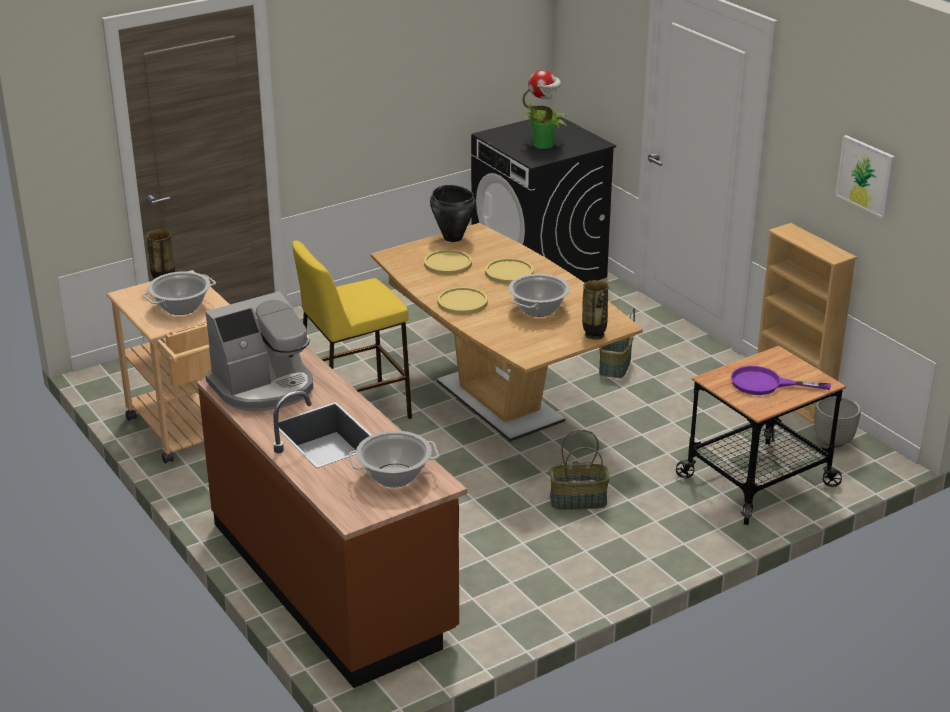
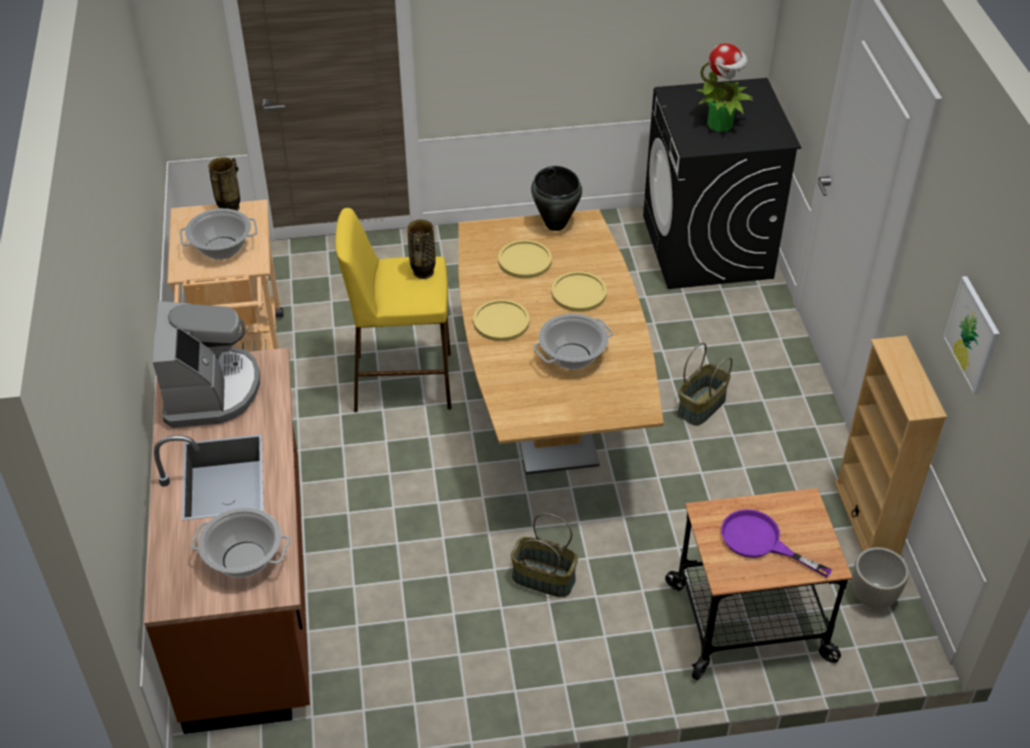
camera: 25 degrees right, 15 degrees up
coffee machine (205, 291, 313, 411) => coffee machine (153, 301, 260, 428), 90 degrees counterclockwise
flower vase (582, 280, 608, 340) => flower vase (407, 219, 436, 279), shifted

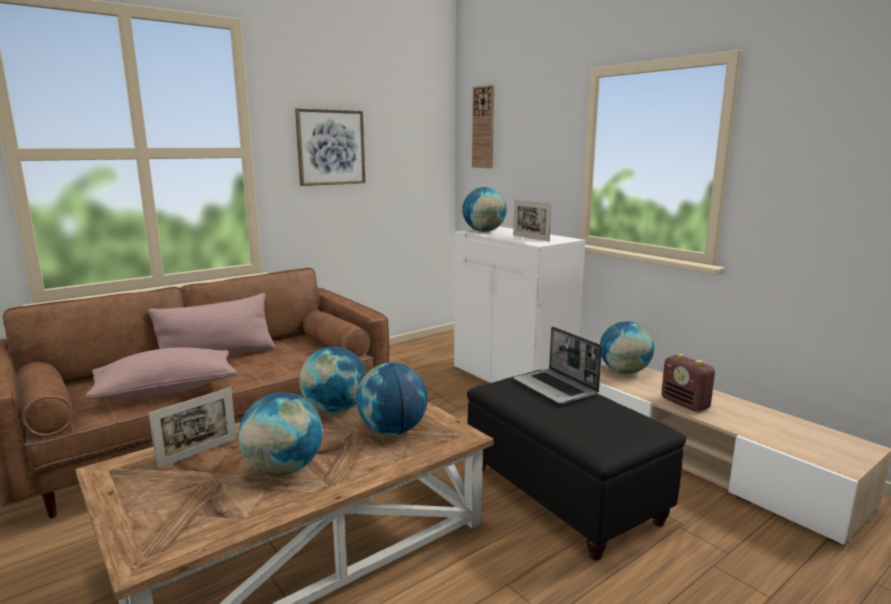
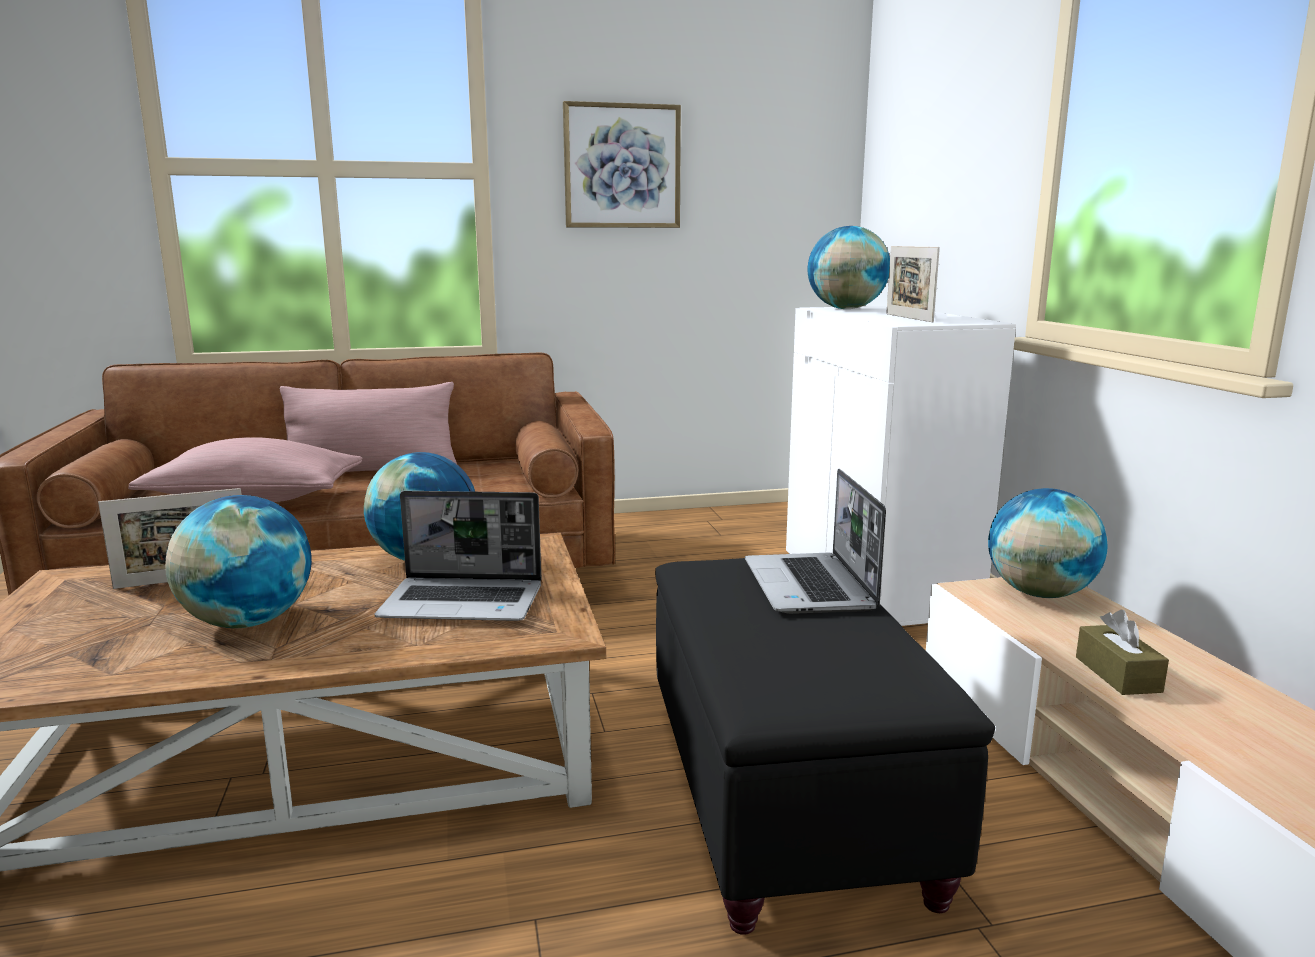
camera: 25 degrees right, 0 degrees up
desk globe (356, 362, 428, 435) => laptop (374, 491, 541, 621)
wall clock (472, 85, 494, 168) => nothing
radio set (661, 353, 715, 412) => brown-coloured box of tissues (1076, 610, 1169, 695)

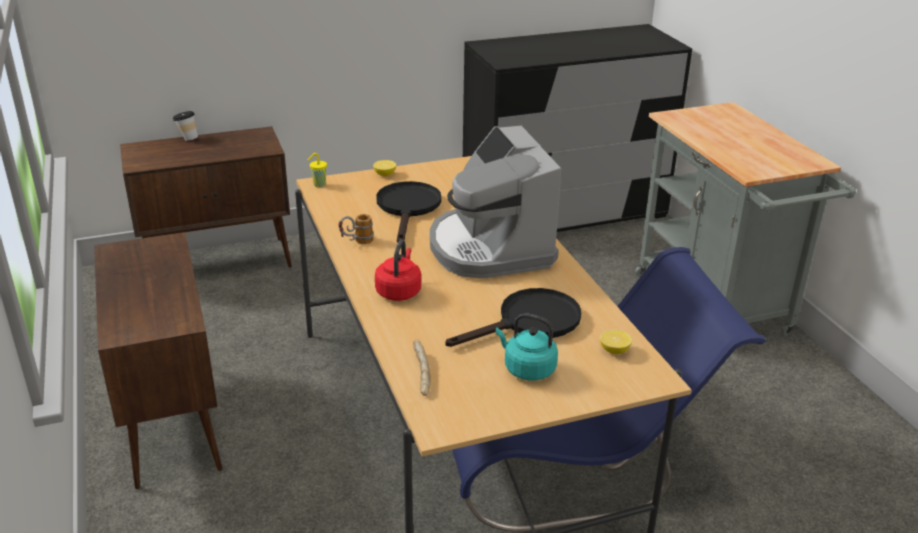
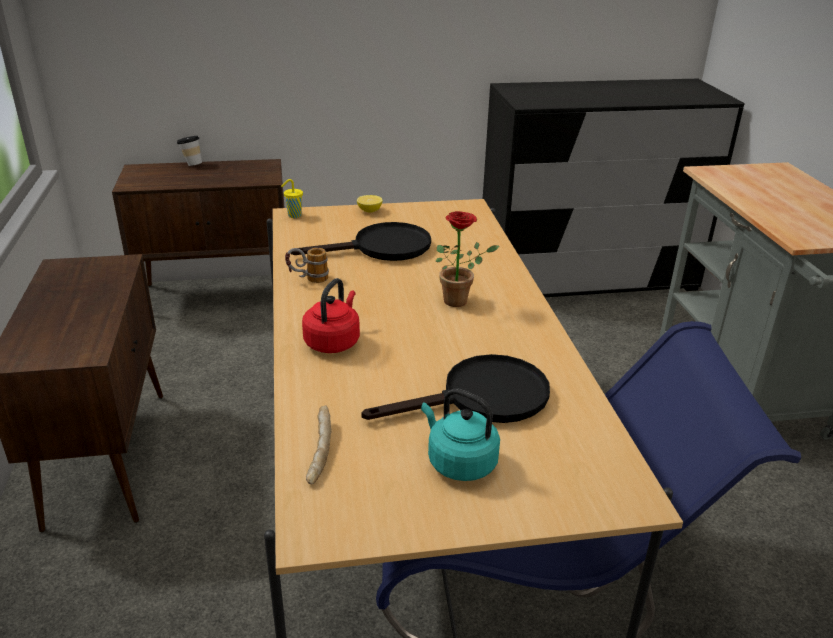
camera: 10 degrees right, 0 degrees up
blackish frying pan (376, 181, 442, 242) => blackish frying pan (291, 222, 431, 261), 60 degrees clockwise
coffee machine (430, 126, 561, 278) => houseplant (435, 211, 500, 307)
citrus fruit (600, 330, 632, 354) => nothing

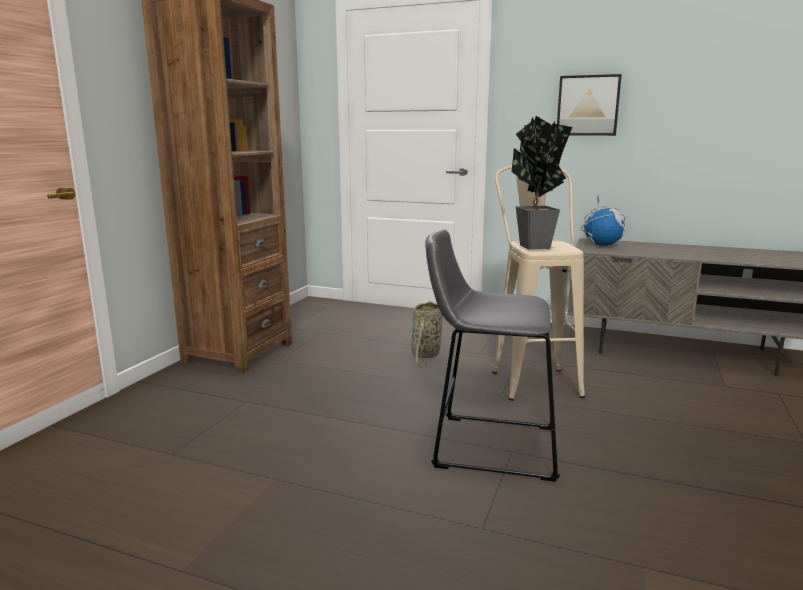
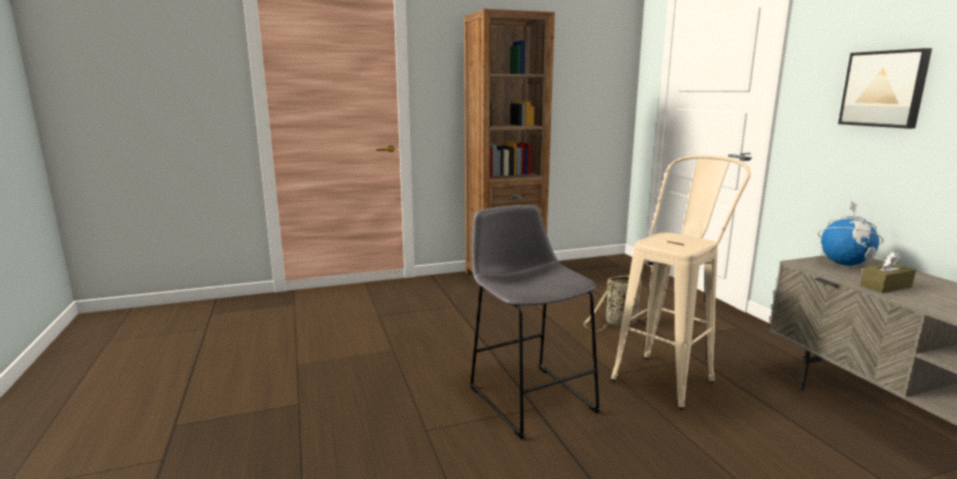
camera: 50 degrees right, 0 degrees up
houseplant (512, 116, 572, 250) => nothing
nothing => brown-coloured box of tissues (860, 251, 916, 293)

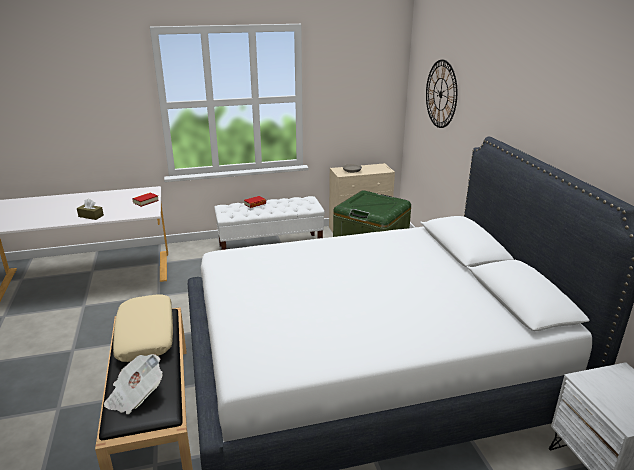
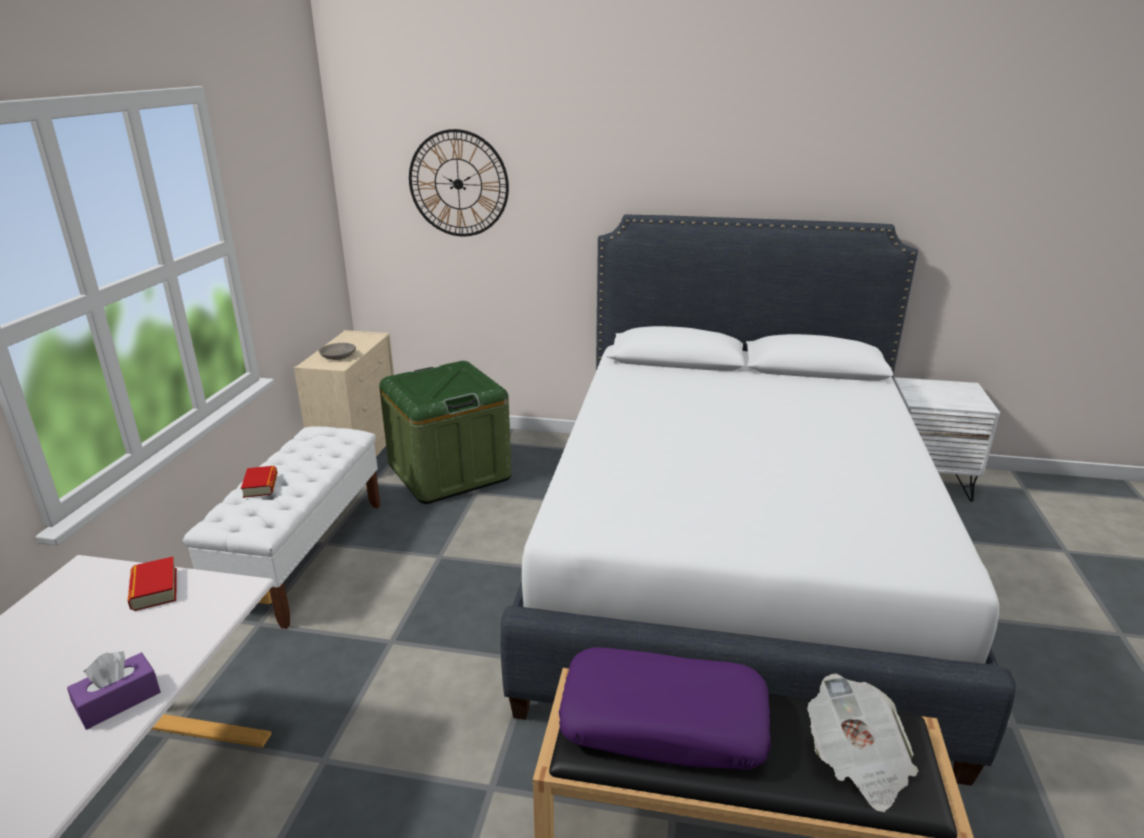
camera: 65 degrees left, 0 degrees up
brown-coloured box of tissues (77, 199, 104, 220) => purple box of tissues (67, 651, 161, 730)
beige-coloured pillow (113, 294, 173, 362) => purple pillow (559, 647, 771, 770)

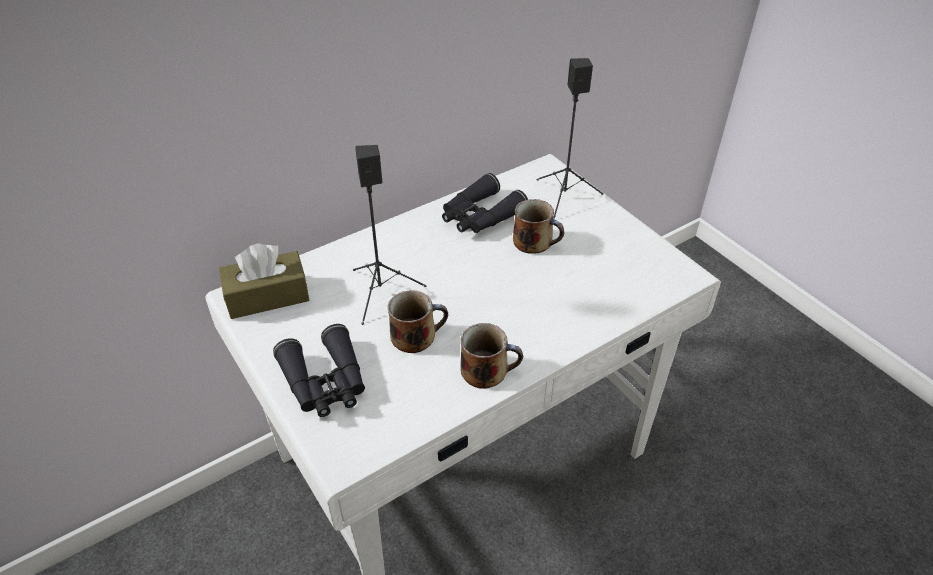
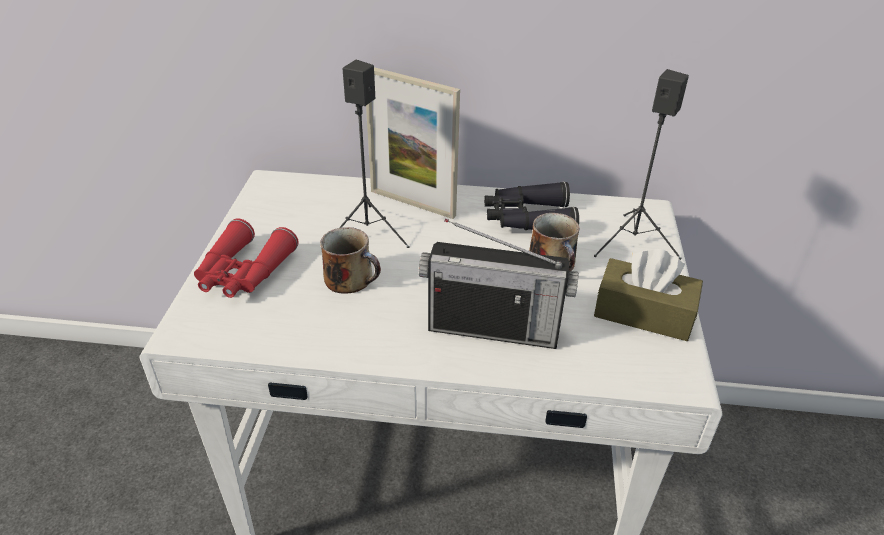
camera: 40 degrees right, 5 degrees down
brown-coloured box of tissues (219, 243, 309, 319) => brown-coloured box of tissues (594, 249, 703, 341), shifted
blackish pair of binoculars (273, 324, 365, 417) => red pair of binoculars (194, 218, 299, 298)
mug (460, 323, 523, 389) => nothing
nothing => standing frame (366, 67, 460, 219)
nothing => radio set (419, 219, 579, 349)

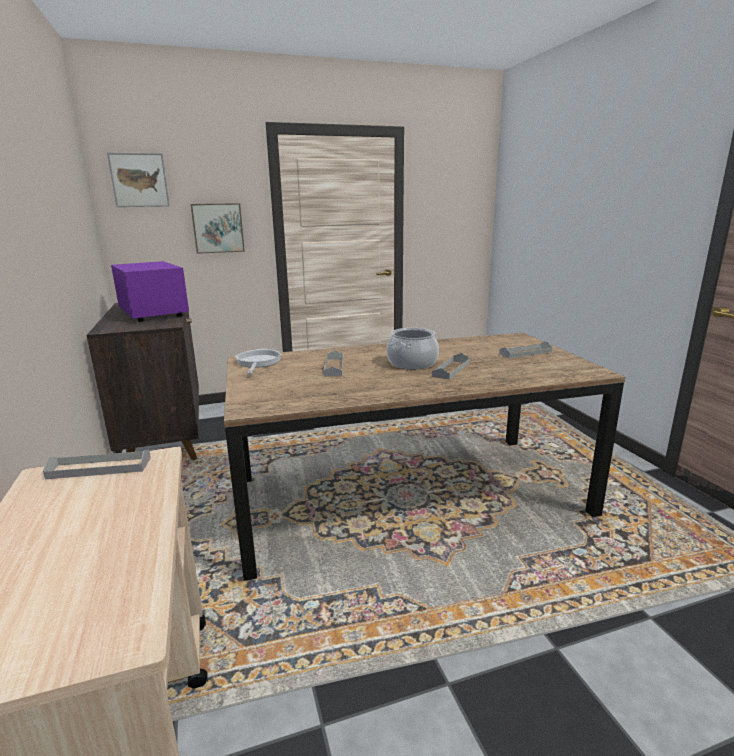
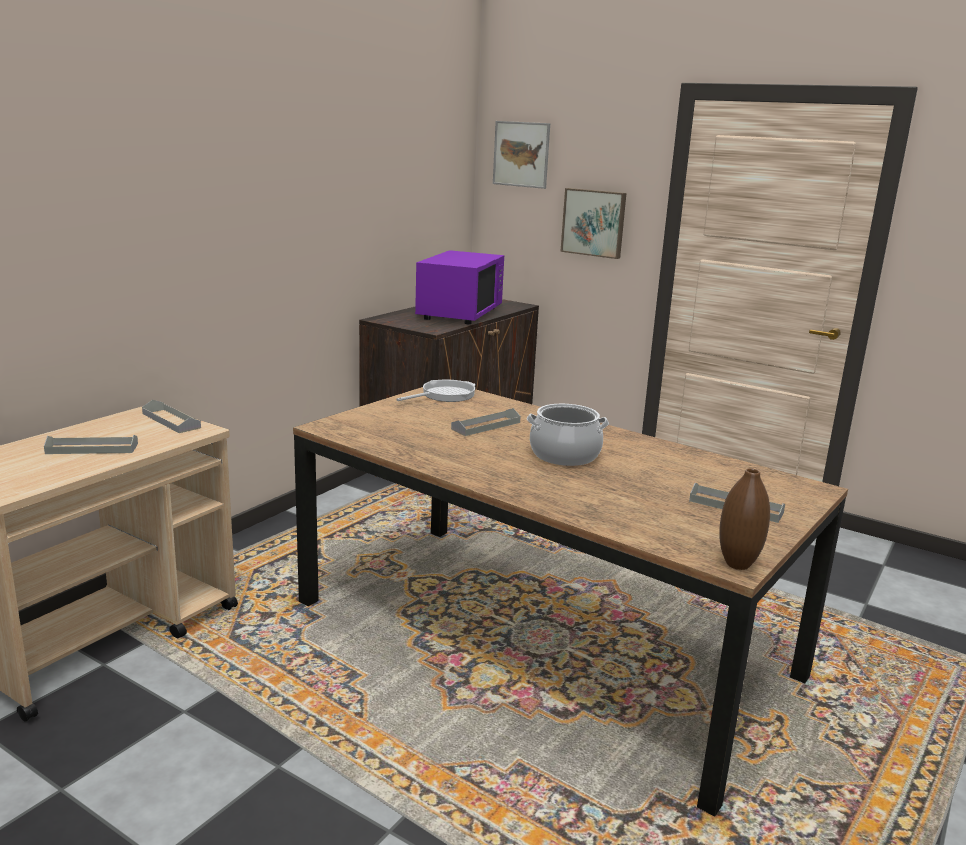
camera: 50 degrees right, 0 degrees up
greyish serving tray (432, 353, 470, 380) => greyish serving tray (44, 435, 138, 454), shifted
nothing => brown-coloured flower vase (719, 469, 770, 570)

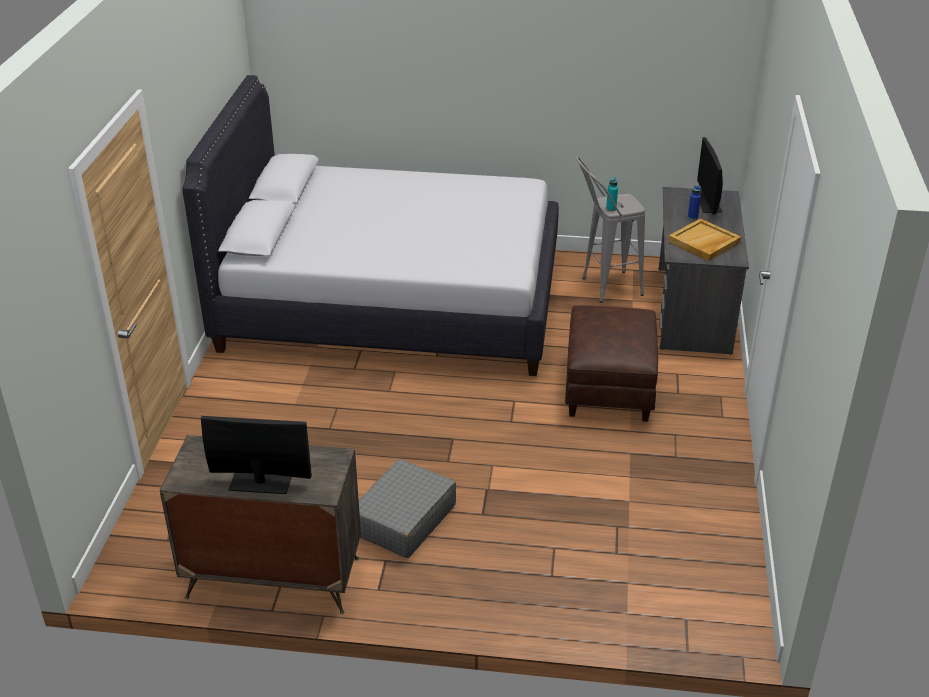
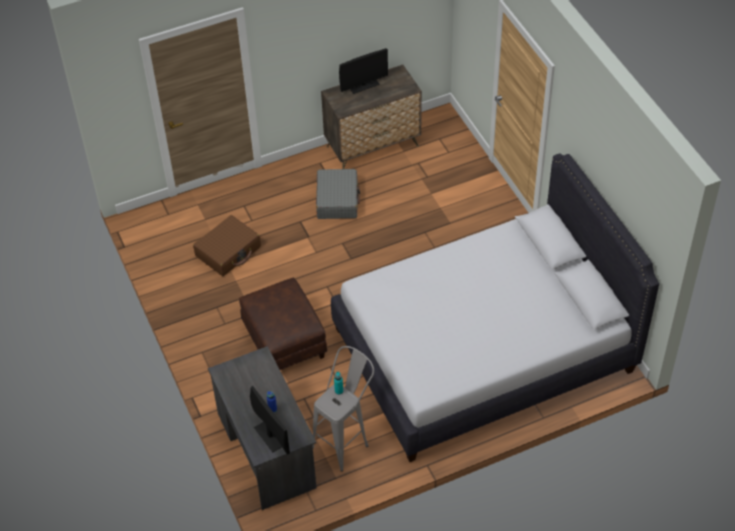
camera: 150 degrees right, 15 degrees up
beige-coloured serving tray (668, 218, 741, 261) => nothing
nothing => brown-coloured travel case (193, 215, 261, 276)

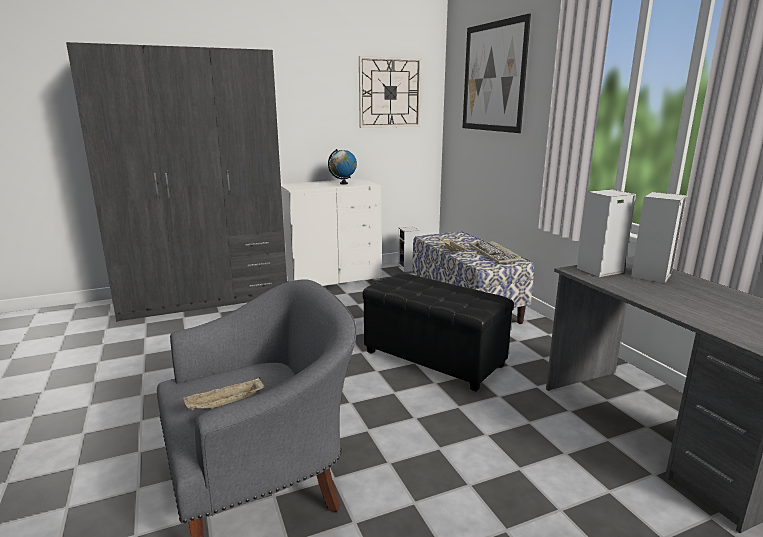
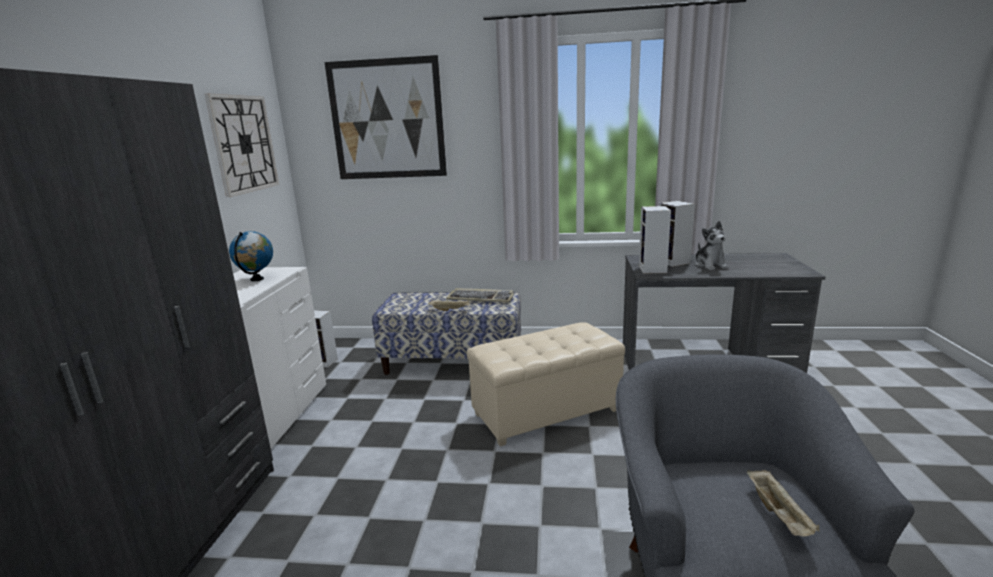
camera: 60 degrees left, 0 degrees up
blackish ottoman (363, 273, 514, 392) => beige-coloured ottoman (467, 322, 625, 446)
nothing => plush toy (695, 221, 728, 270)

